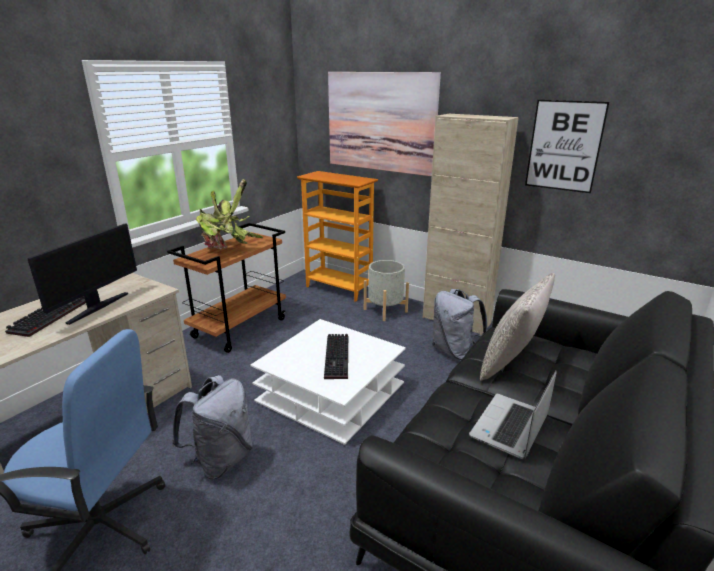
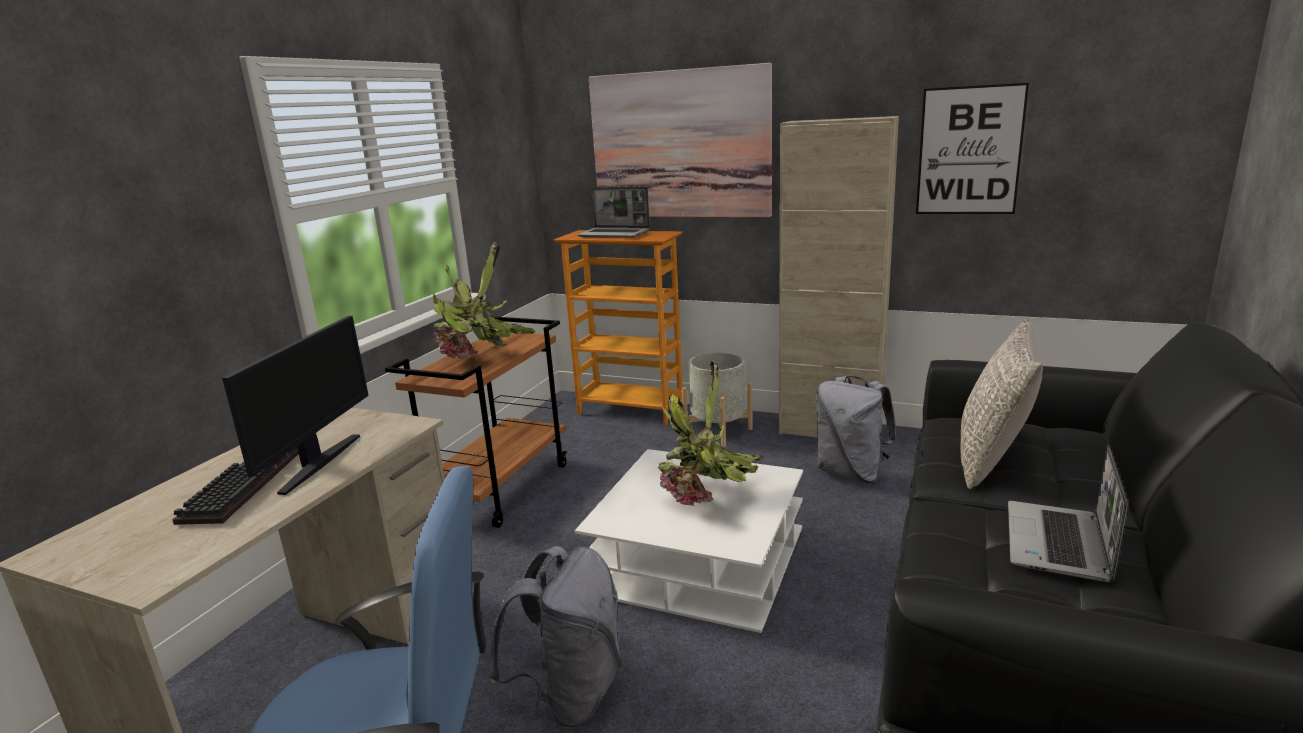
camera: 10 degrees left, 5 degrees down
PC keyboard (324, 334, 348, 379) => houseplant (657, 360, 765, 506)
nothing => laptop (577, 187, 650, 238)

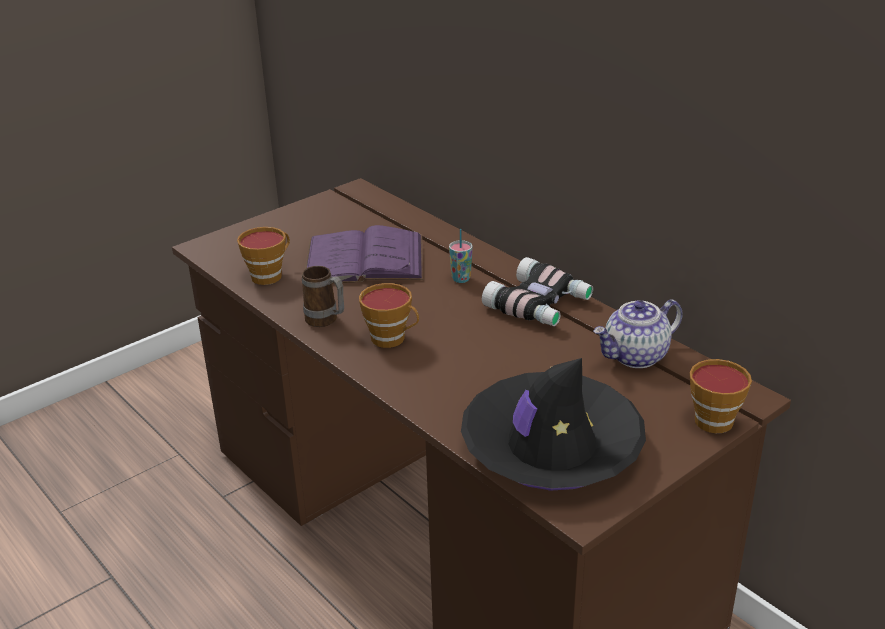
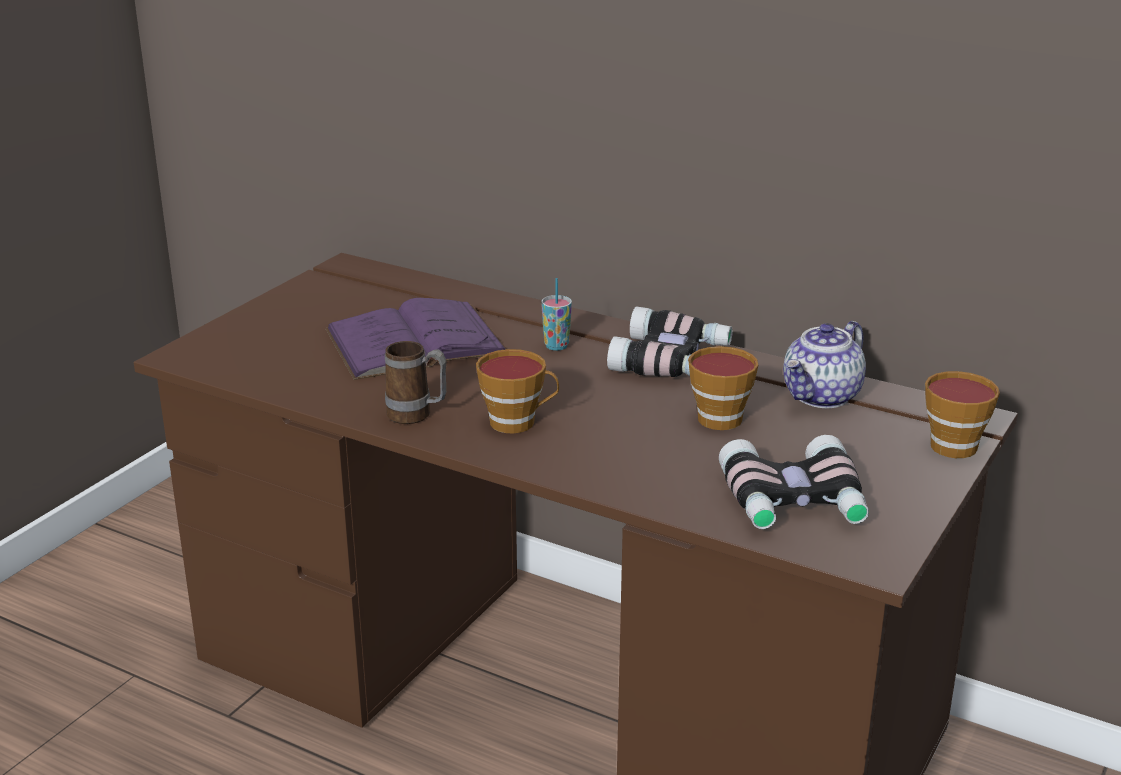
camera: 20 degrees left, 5 degrees down
drinking cup (237, 227, 290, 285) => drinking cup (688, 346, 758, 430), shifted
blackish clothing hat (461, 358, 646, 491) => pair of binoculars (719, 435, 869, 529)

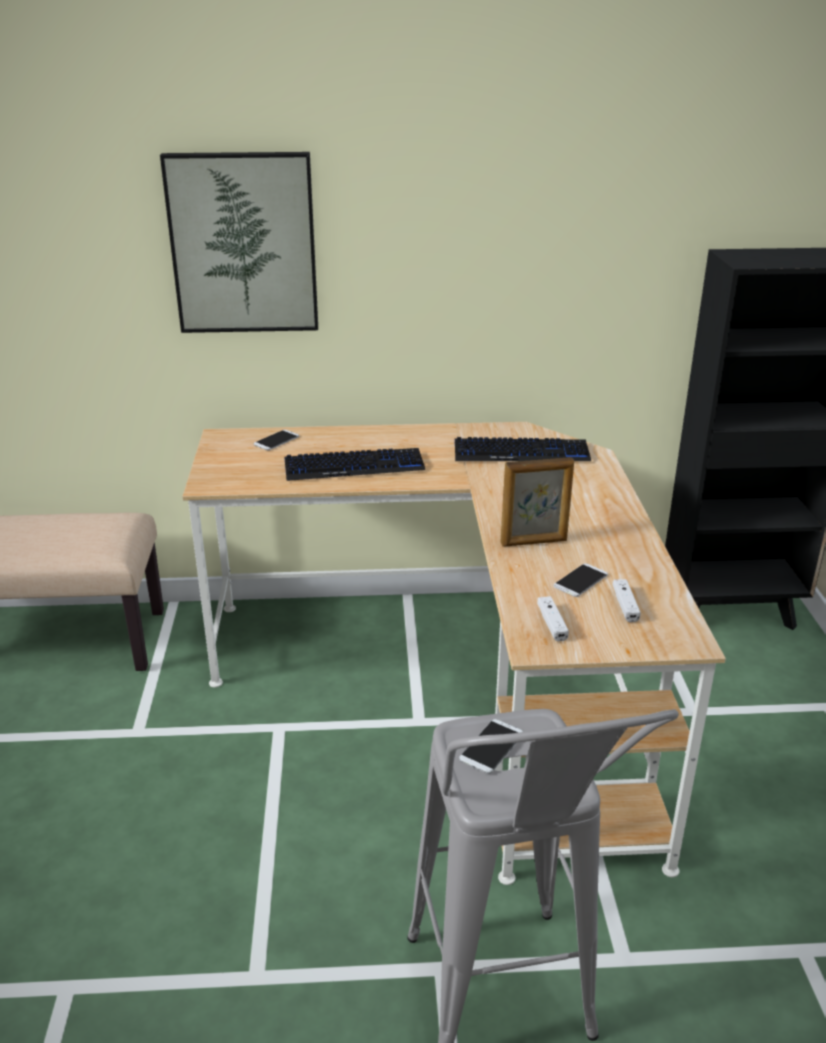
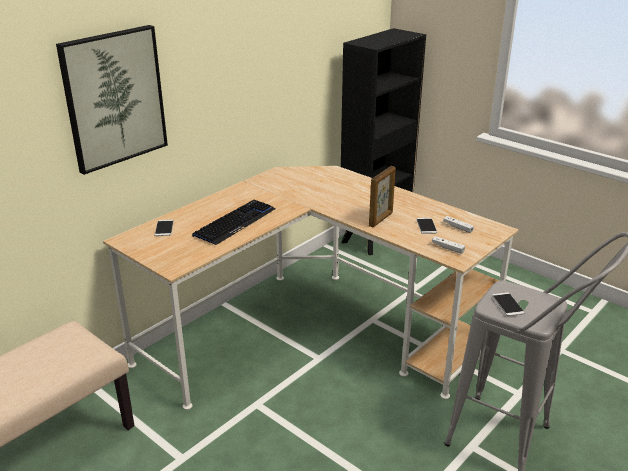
camera: 45 degrees left, 0 degrees up
PC keyboard (455, 437, 591, 461) => nothing

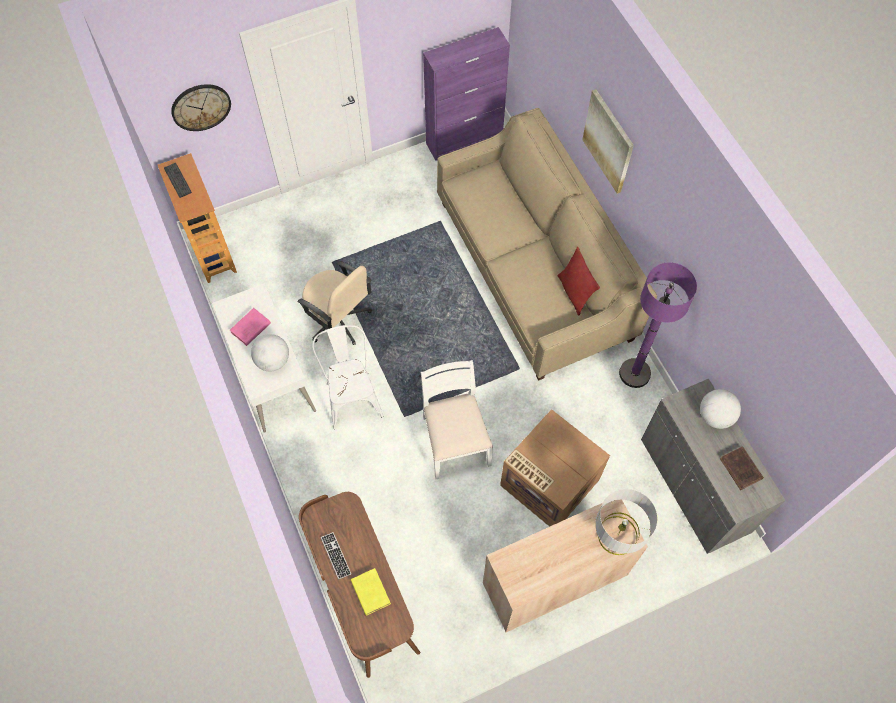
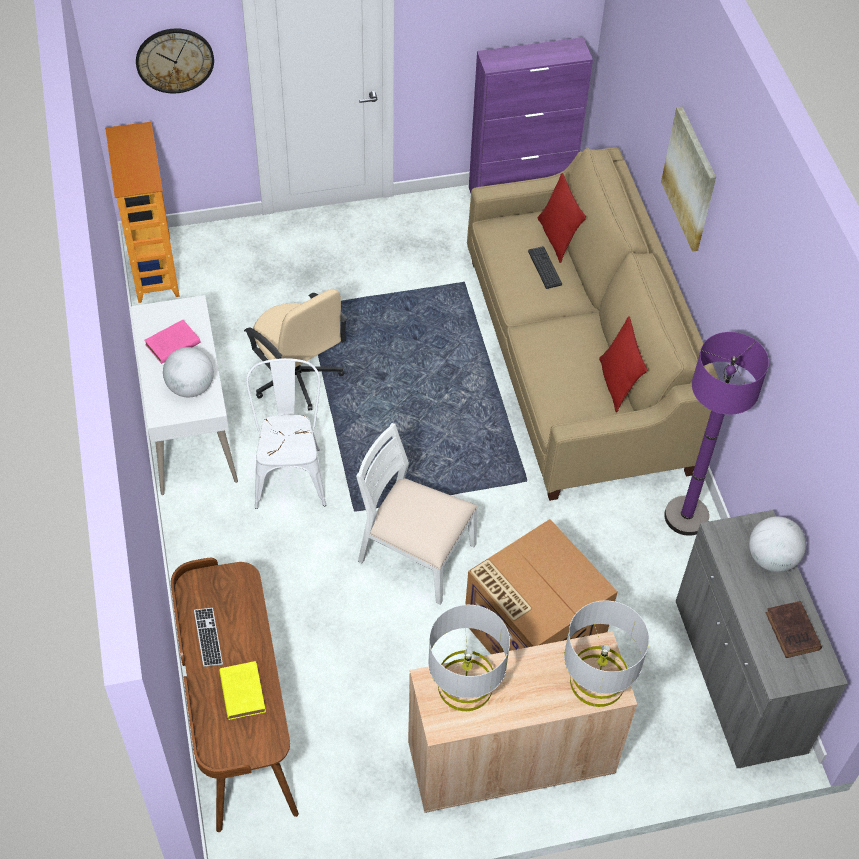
camera: 10 degrees right, 10 degrees down
PC keyboard (164, 163, 192, 198) => PC keyboard (528, 246, 562, 289), shifted
whitish chair (421, 360, 493, 479) => whitish chair (356, 423, 477, 605), 60 degrees counterclockwise
nothing => greyish tabletop lamp (428, 605, 510, 711)
nothing => red pillow (537, 173, 586, 263)

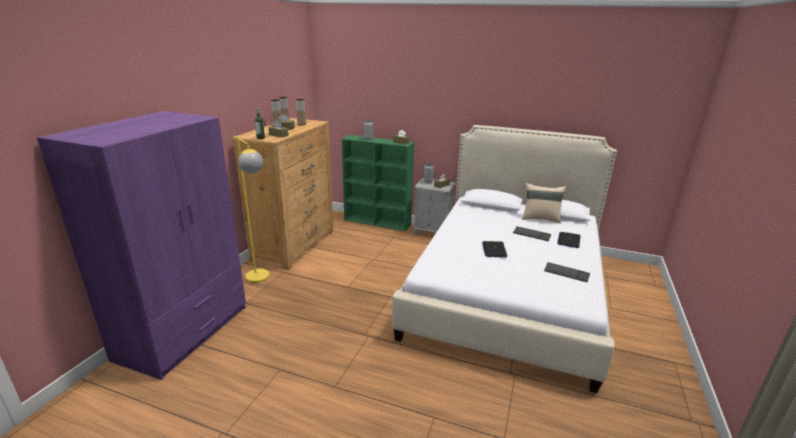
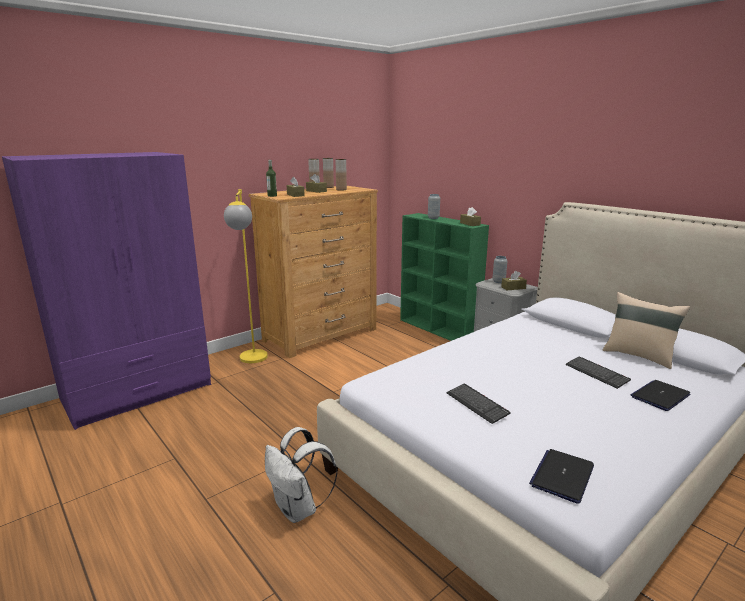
camera: 30 degrees right, 5 degrees down
laptop (482, 241, 507, 258) => laptop (529, 449, 594, 504), shifted
PC keyboard (544, 262, 590, 282) => PC keyboard (447, 384, 511, 424), shifted
nothing => whitish backpack (265, 427, 337, 523)

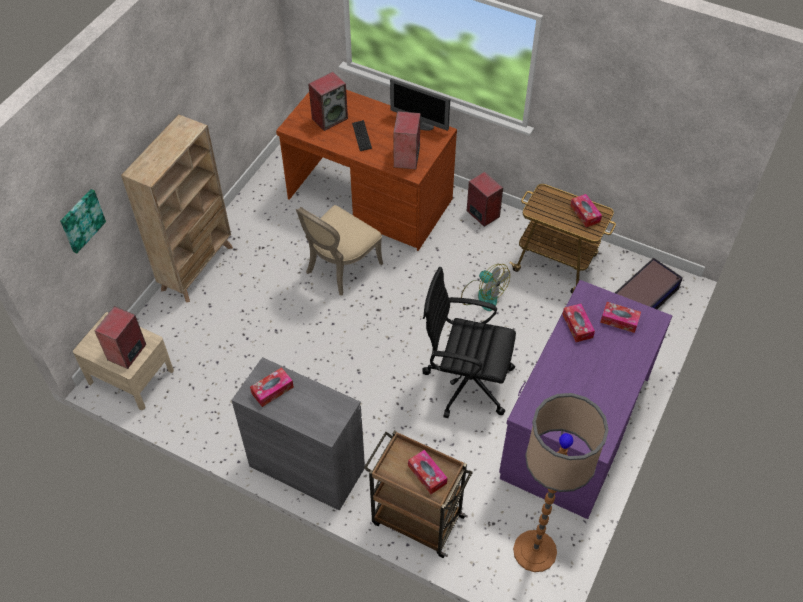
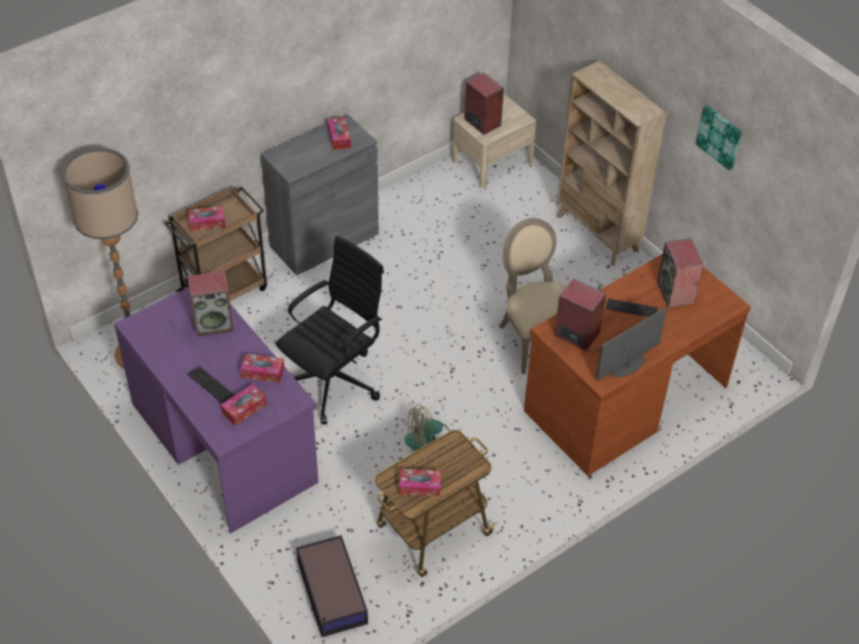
camera: 115 degrees right, 5 degrees down
picture (60, 189, 106, 253) => picture (696, 105, 742, 171), shifted
speaker (467, 172, 503, 227) => speaker (187, 271, 234, 337), shifted
nothing => PC keyboard (187, 366, 234, 403)

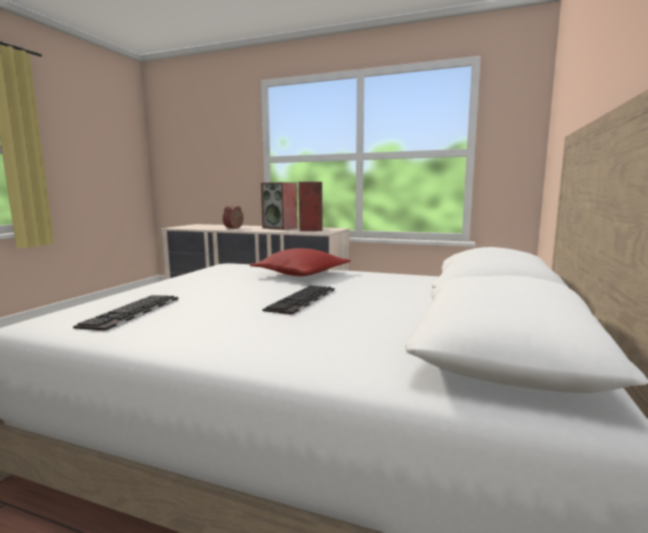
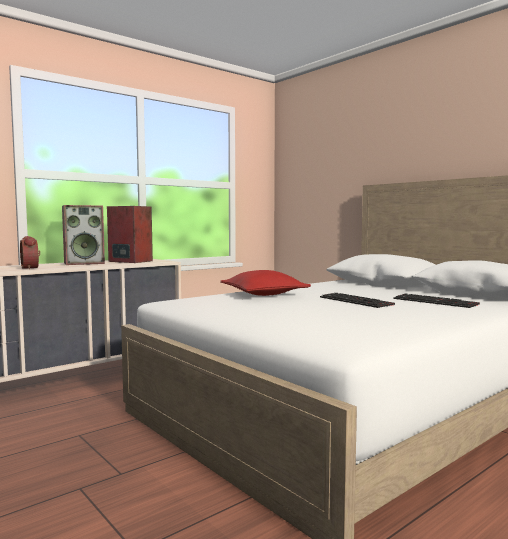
camera: 60 degrees left, 5 degrees down
PC keyboard (73, 295, 178, 332) => PC keyboard (393, 293, 480, 308), shifted

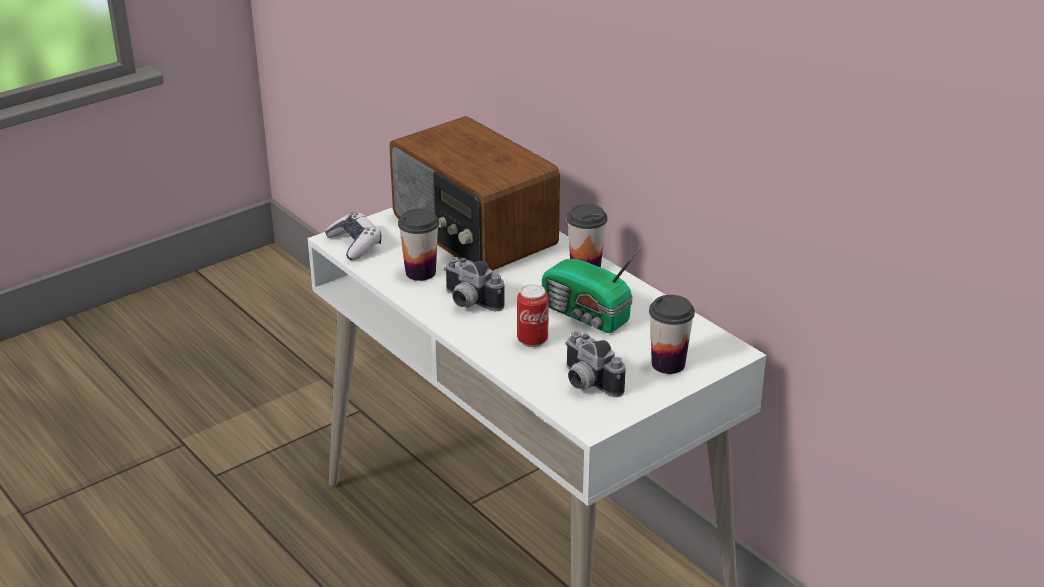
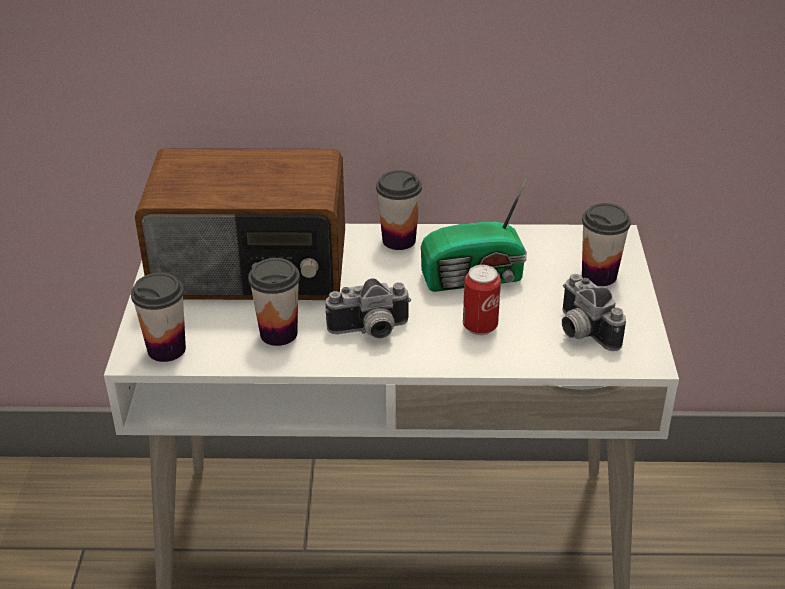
camera: 50 degrees left, 5 degrees up
game controller (325, 212, 382, 260) => drinking cup (131, 273, 186, 362)
photo camera (565, 331, 626, 397) => photo camera (562, 274, 626, 351), 60 degrees clockwise

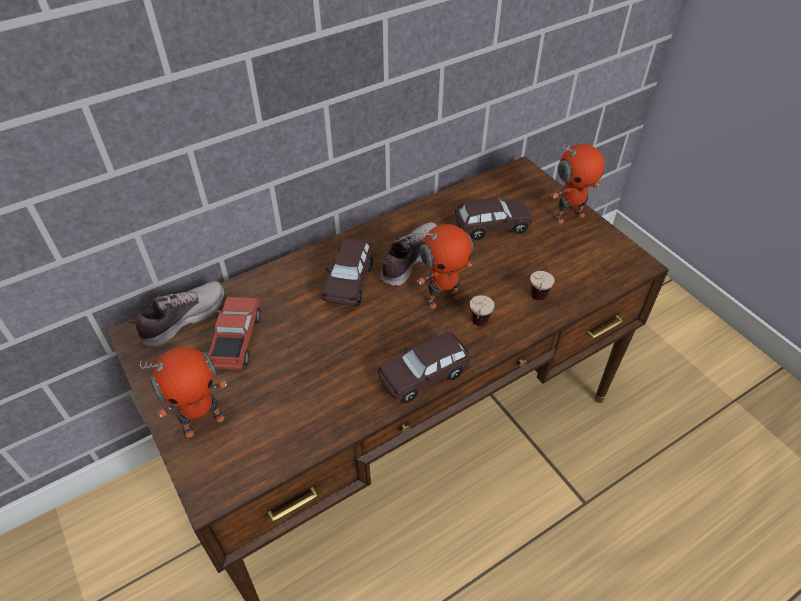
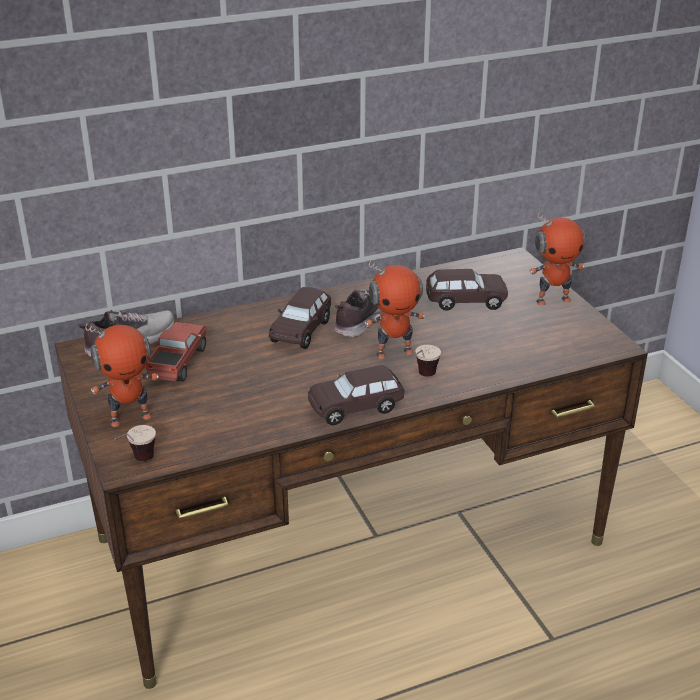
camera: 10 degrees right, 15 degrees down
drinking cup (530, 271, 555, 301) => drinking cup (115, 425, 156, 461), shifted

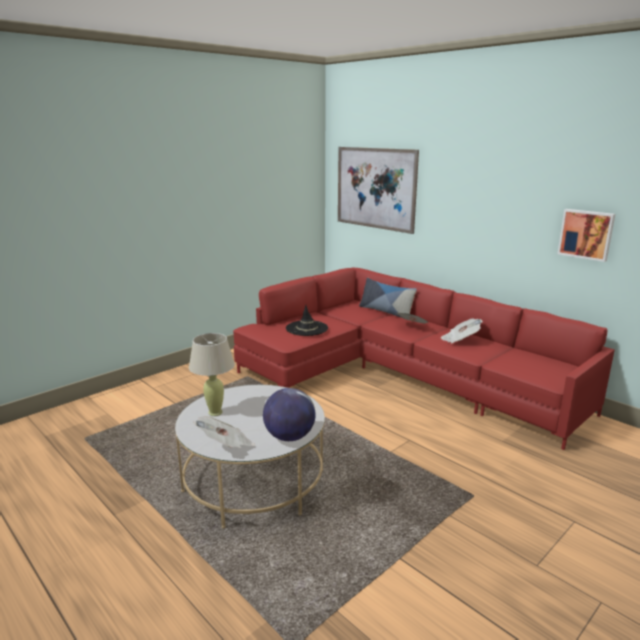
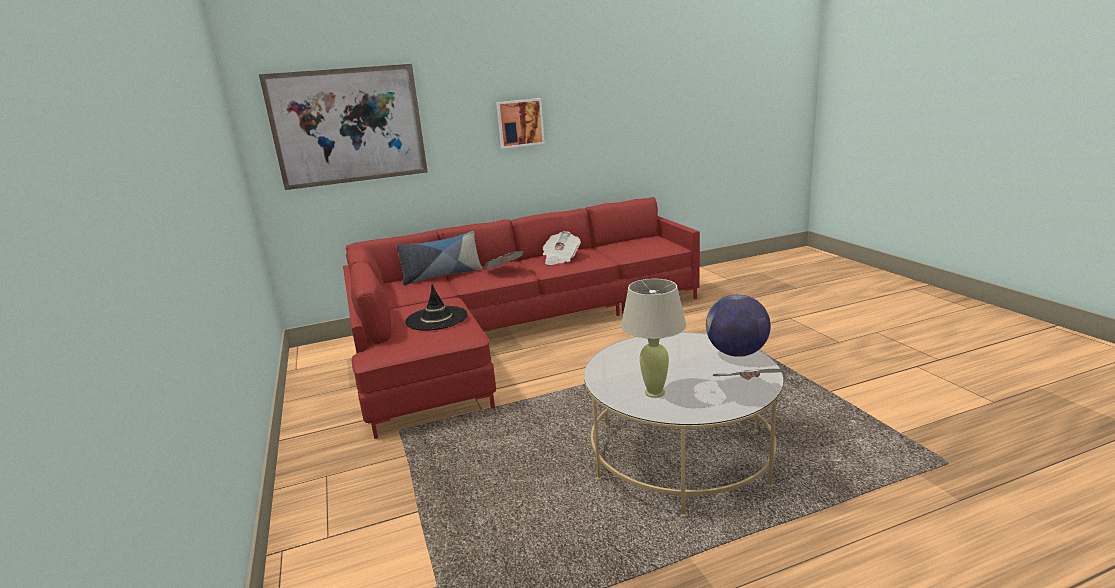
camera: 65 degrees left, 0 degrees up
picture (557, 209, 615, 262) => picture (496, 98, 545, 149), shifted

